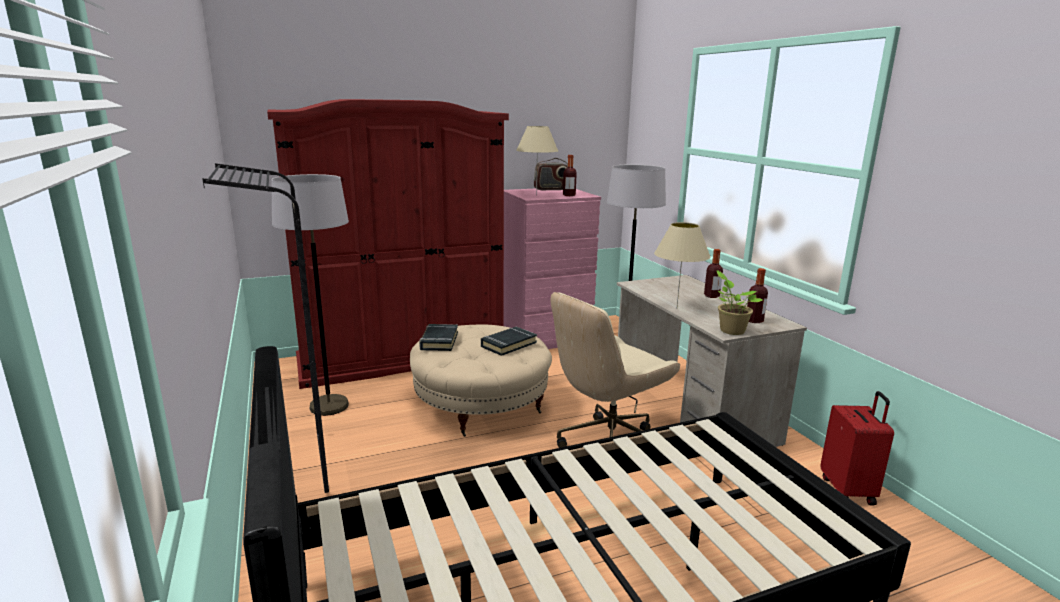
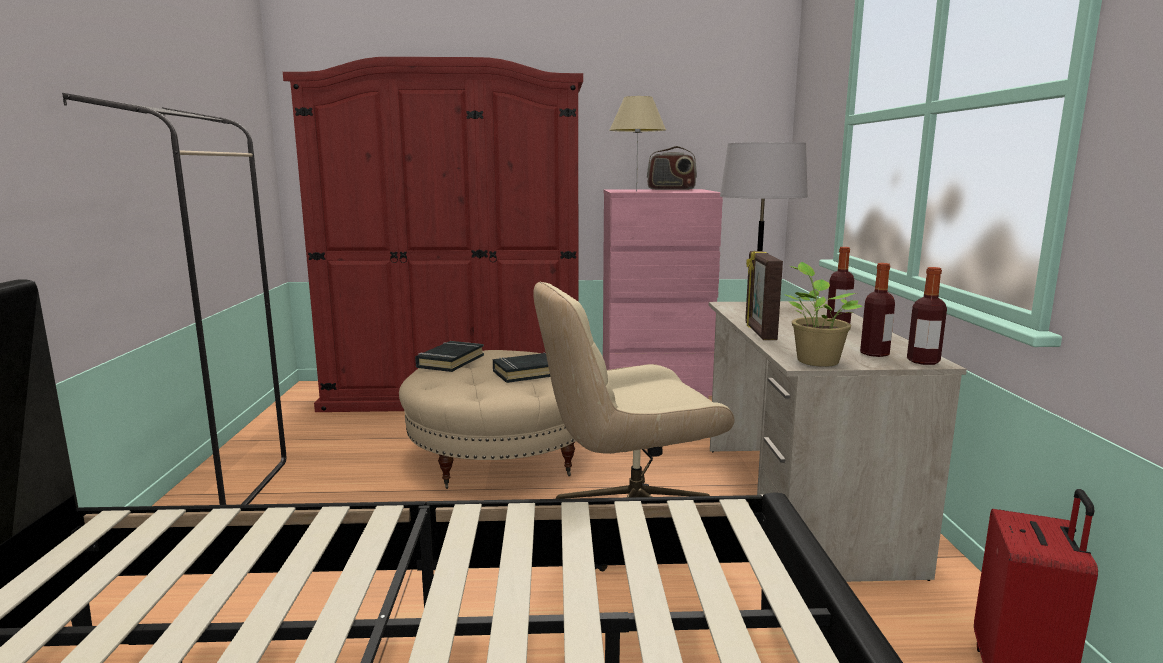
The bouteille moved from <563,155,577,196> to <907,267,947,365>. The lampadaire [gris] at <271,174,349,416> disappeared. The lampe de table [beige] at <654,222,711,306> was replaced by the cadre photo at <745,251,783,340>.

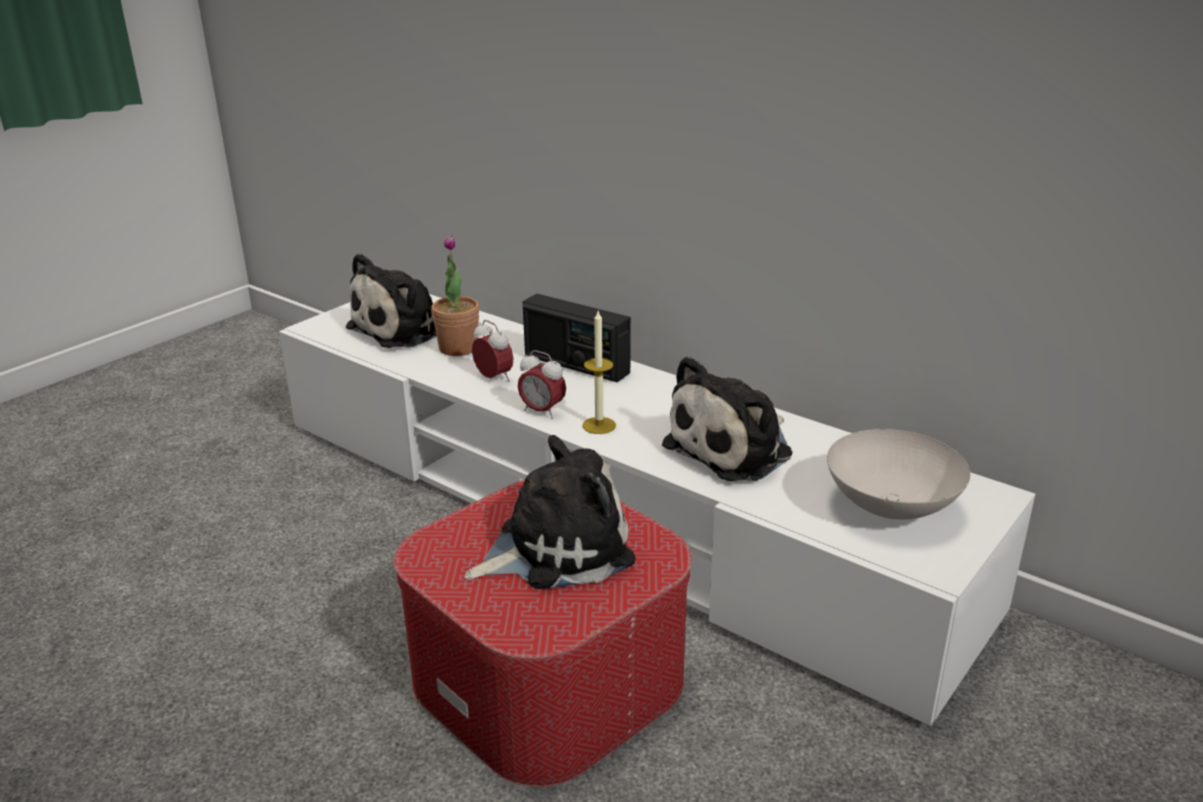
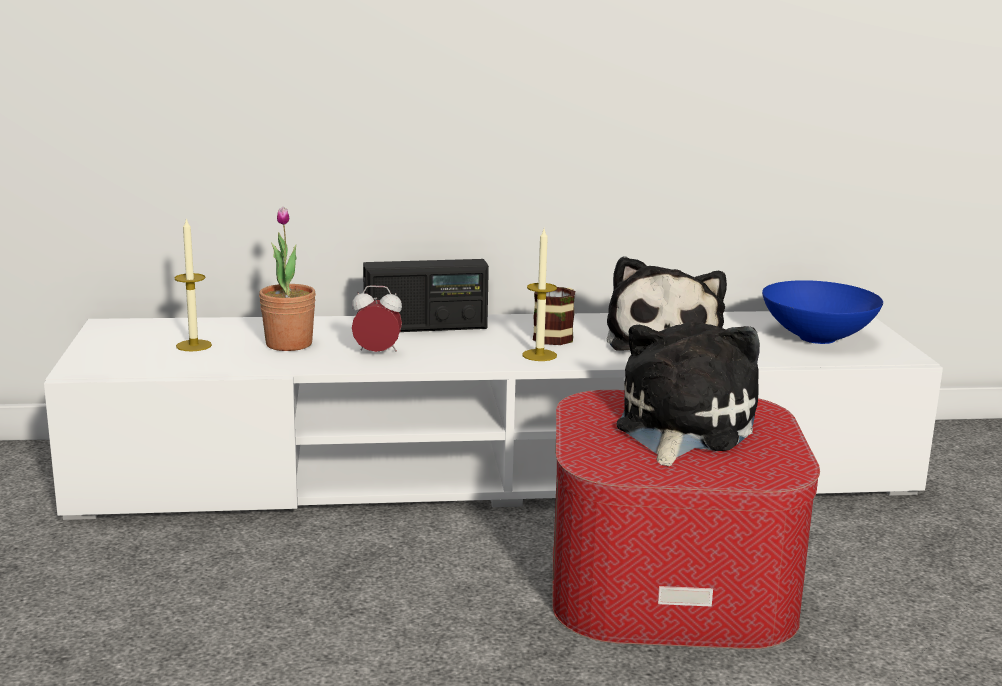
The peluche at <346,253,437,348> was replaced by the bougie at <174,218,212,351>. The réveil at <518,350,566,419> disappeared. The bol [blanc] at <827,429,970,520> became the bol [bleu] at <762,280,883,344>. The mug at <533,287,575,345> appeared.

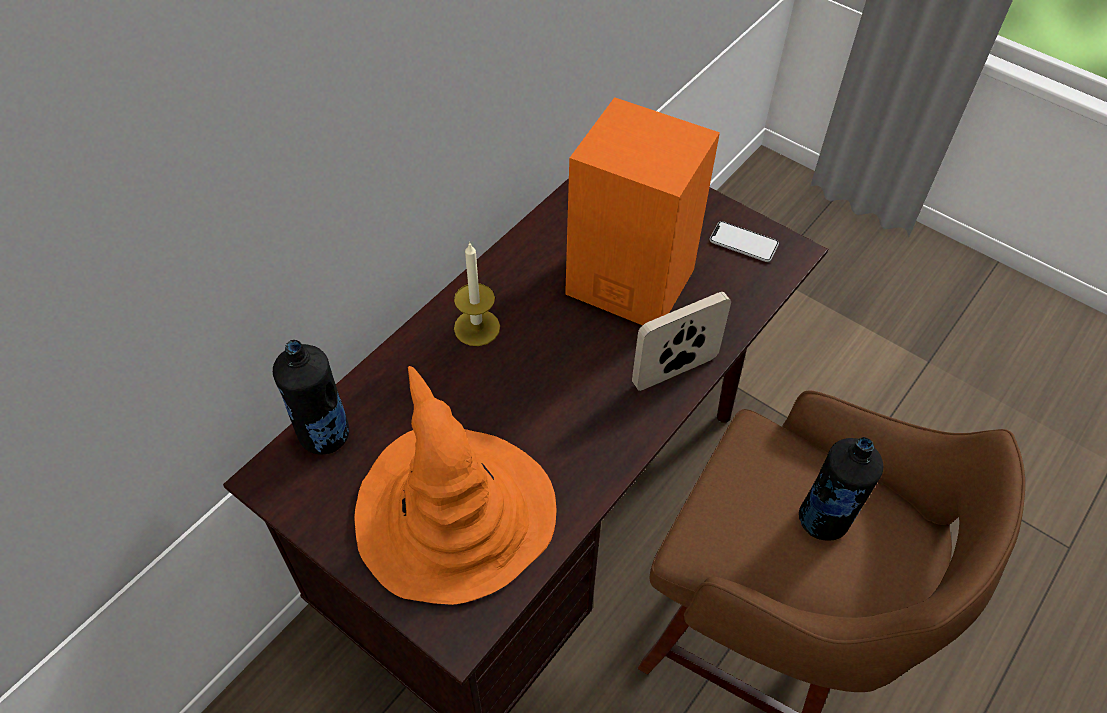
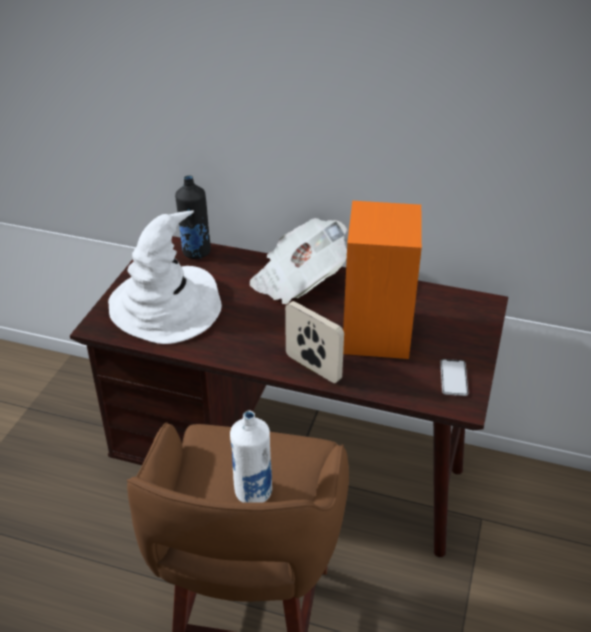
The bougie at <454,242,500,346> was replaced by the journal at <250,218,347,304>. The chapeau [orange] at <354,366,557,605> became the chapeau [blanc] at <108,211,222,344>. The bouteille [noir] at <799,437,883,541> became the bouteille [blanc] at <230,410,272,503>.

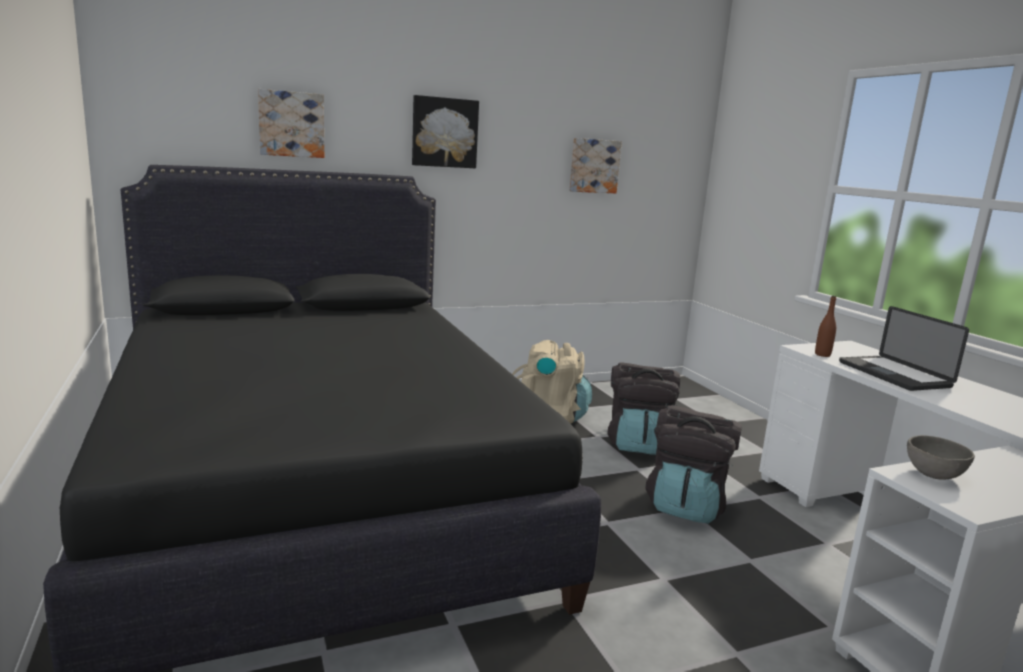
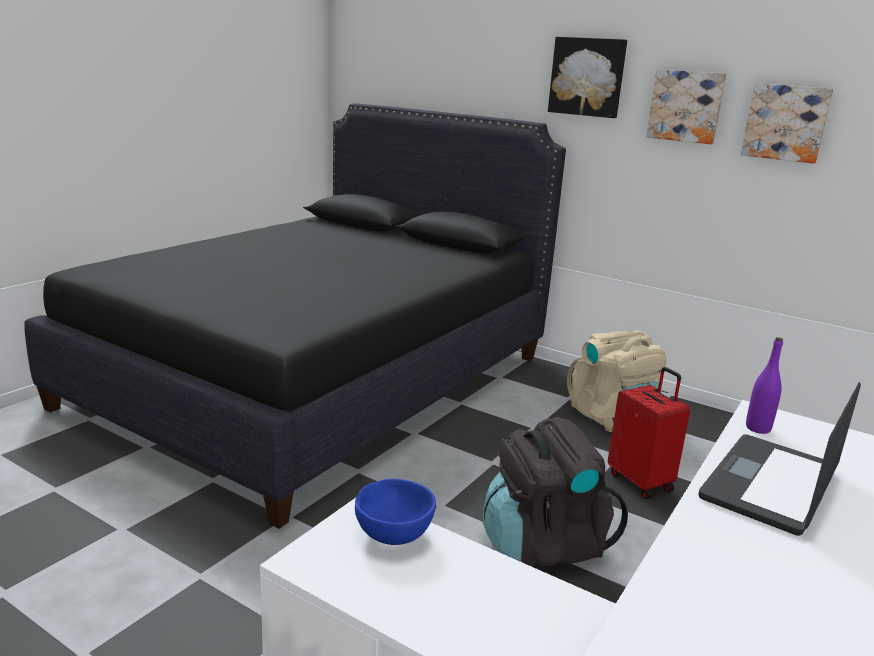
The tableau moved from <258,89,324,158> to <646,69,726,144>. The bouteille [marron] at <815,296,836,357> became the bouteille [violet] at <746,337,783,434>. The sac à dos [noir] at <607,362,680,455> was replaced by the valise [rouge] at <608,367,690,499>. The bol [gris] at <907,435,975,480> became the bol [bleu] at <355,479,436,545>.

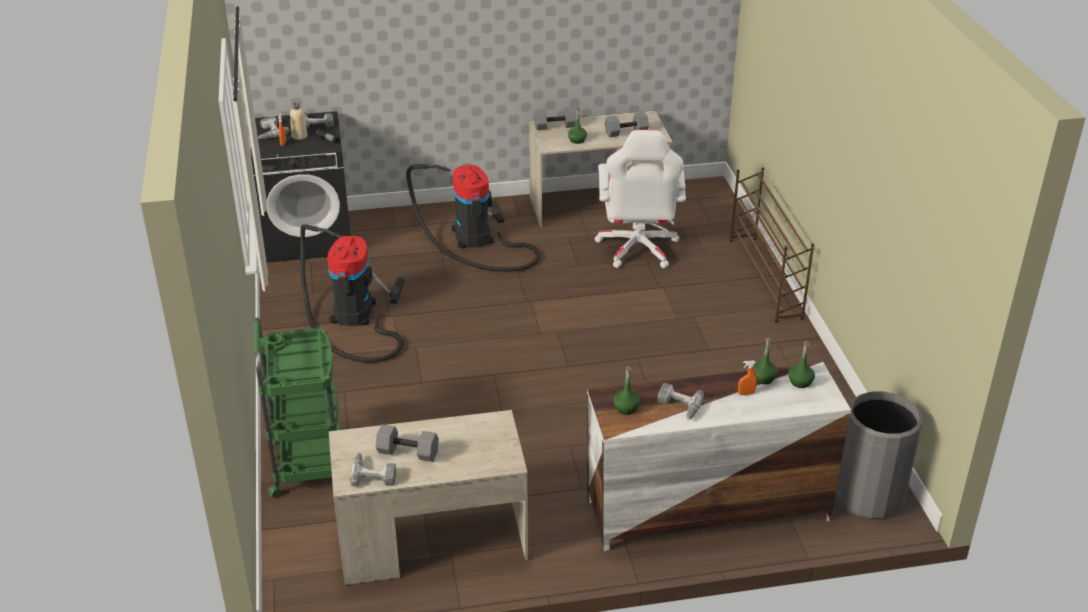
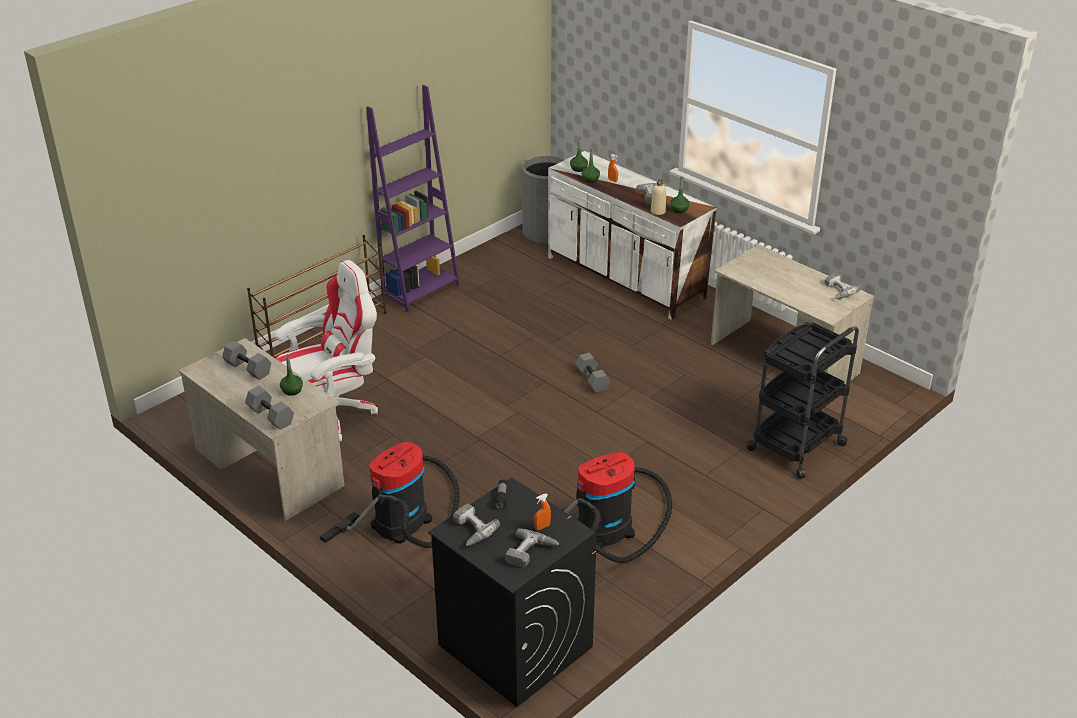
The bouteille [beige] moved from <290,103,307,140> to <651,179,666,215>. The chariot [vert] at <254,317,345,498> became the chariot [noir] at <747,322,859,479>. The haltère [gris] moved from <376,424,439,462> to <575,353,611,393>. The bibliothèque [violet] at <366,85,460,313> appeared.

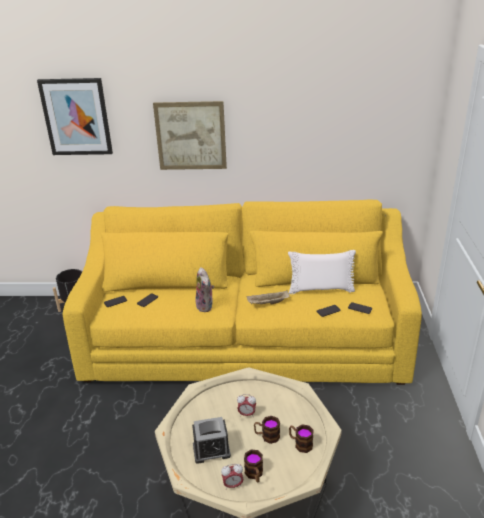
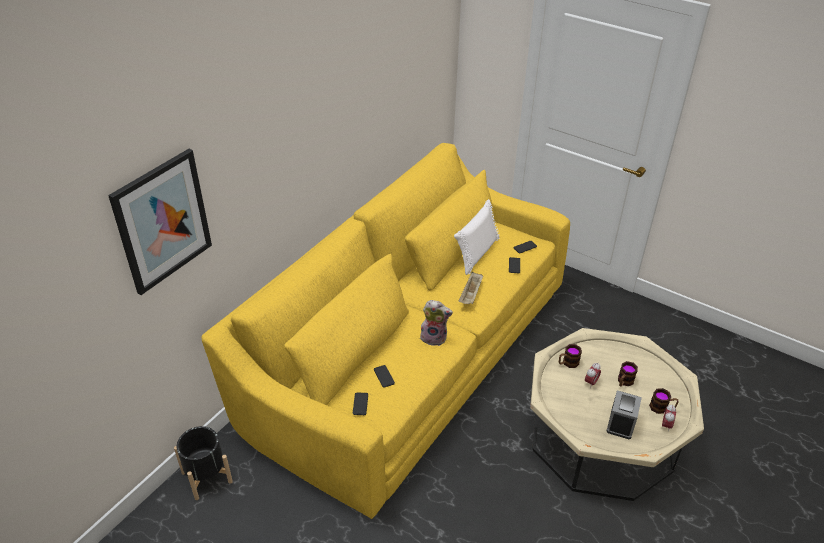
The tableau at <153,101,227,170> disappeared. The mug moved from <289,425,314,453> to <559,344,582,368>.

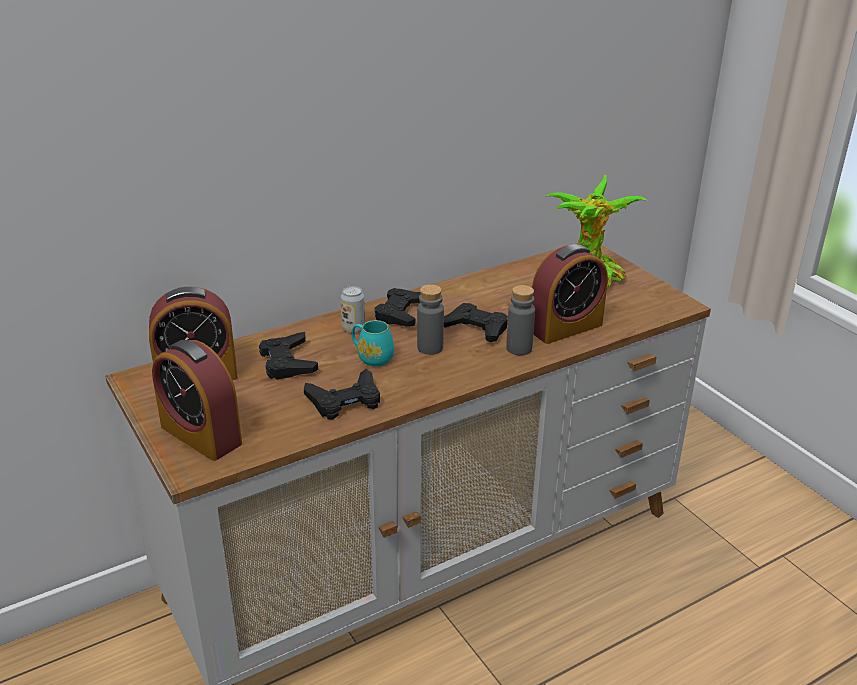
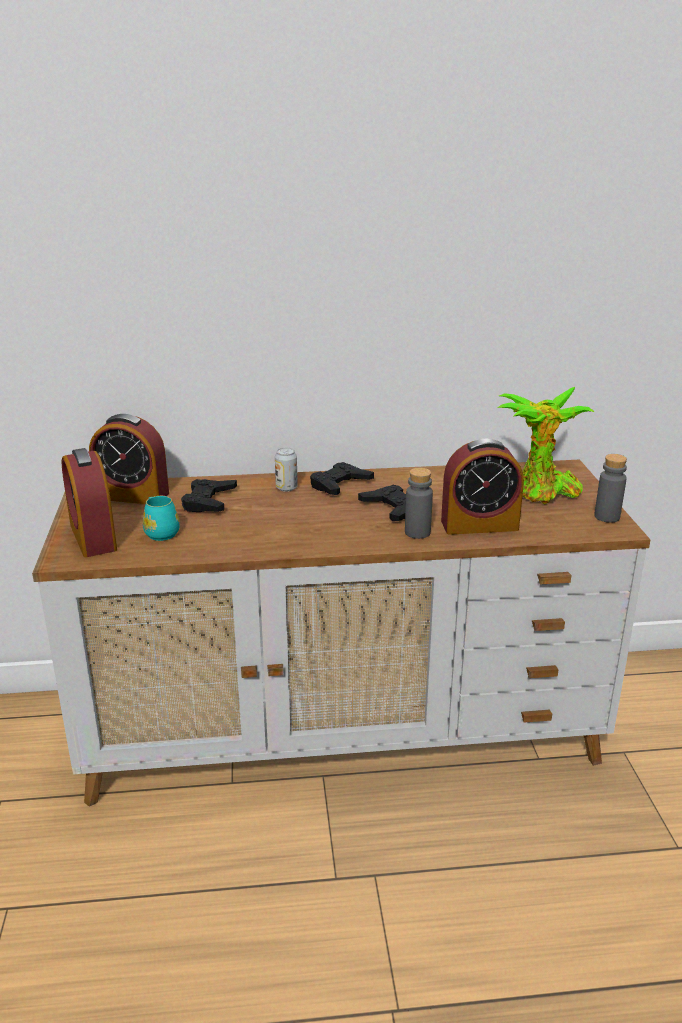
The bouteille [gris] moved from <417,284,444,355> to <594,454,627,523>. The mug [turquoise] moved from <352,320,394,367> to <143,496,180,541>. The manette [noir] at <304,369,380,419> disappeared.

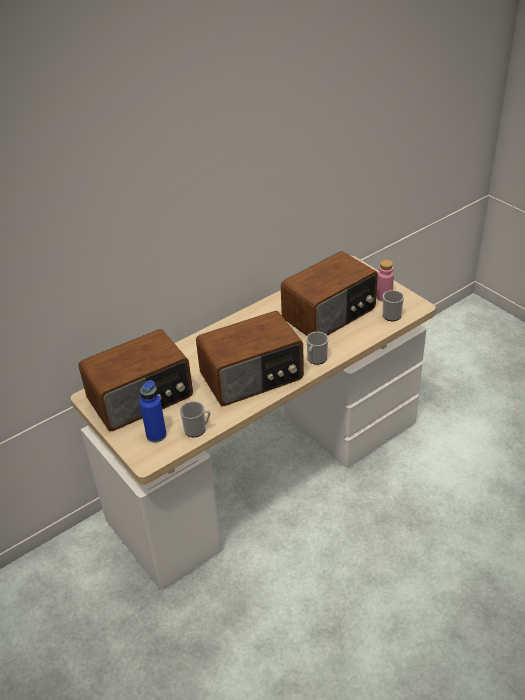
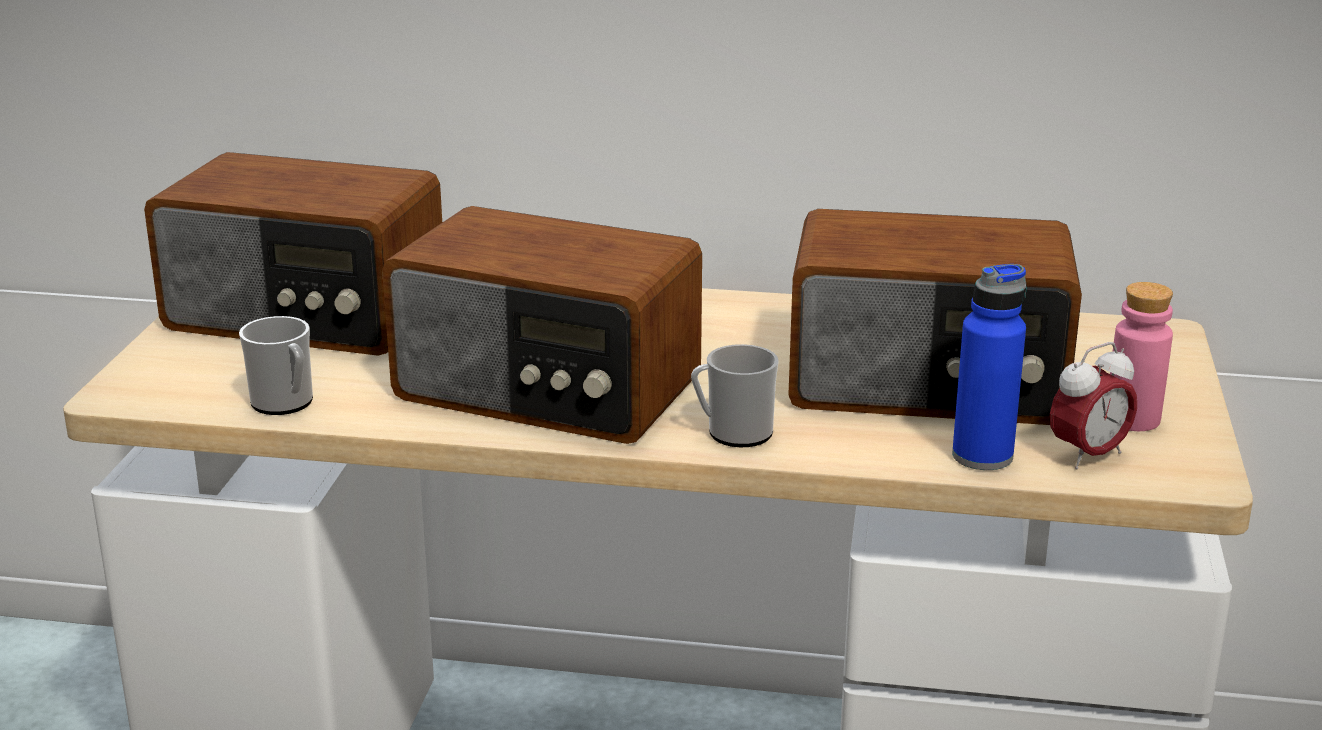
The mug at <382,290,404,321> was replaced by the réveil at <1050,342,1137,470>. The bouteille [bleu] moved from <140,380,167,443> to <952,264,1027,470>.

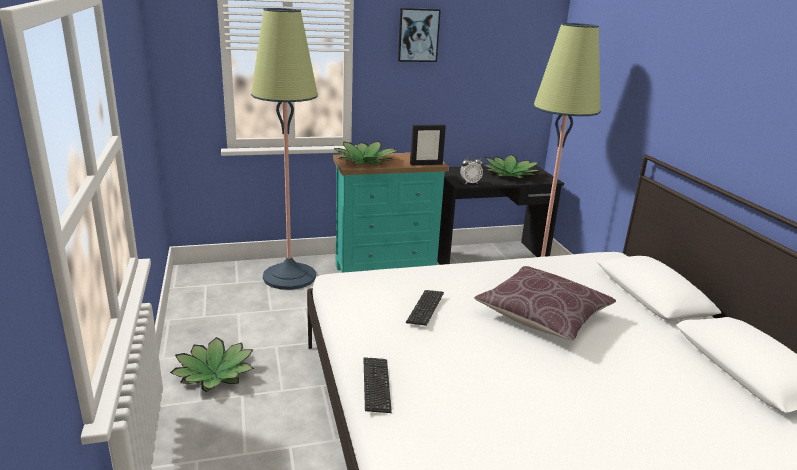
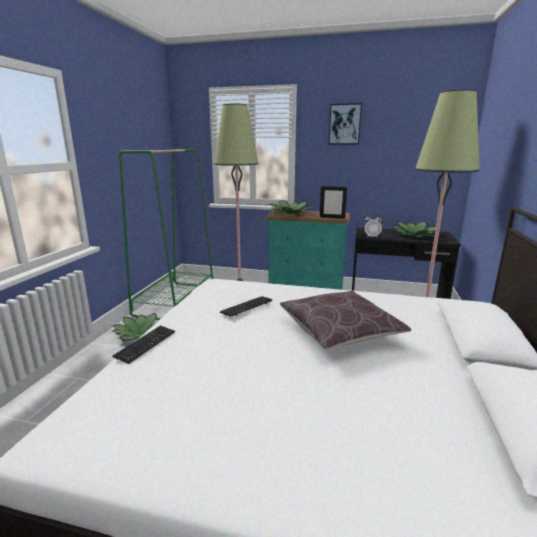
The portant [vert] at <119,149,213,320> appeared.

